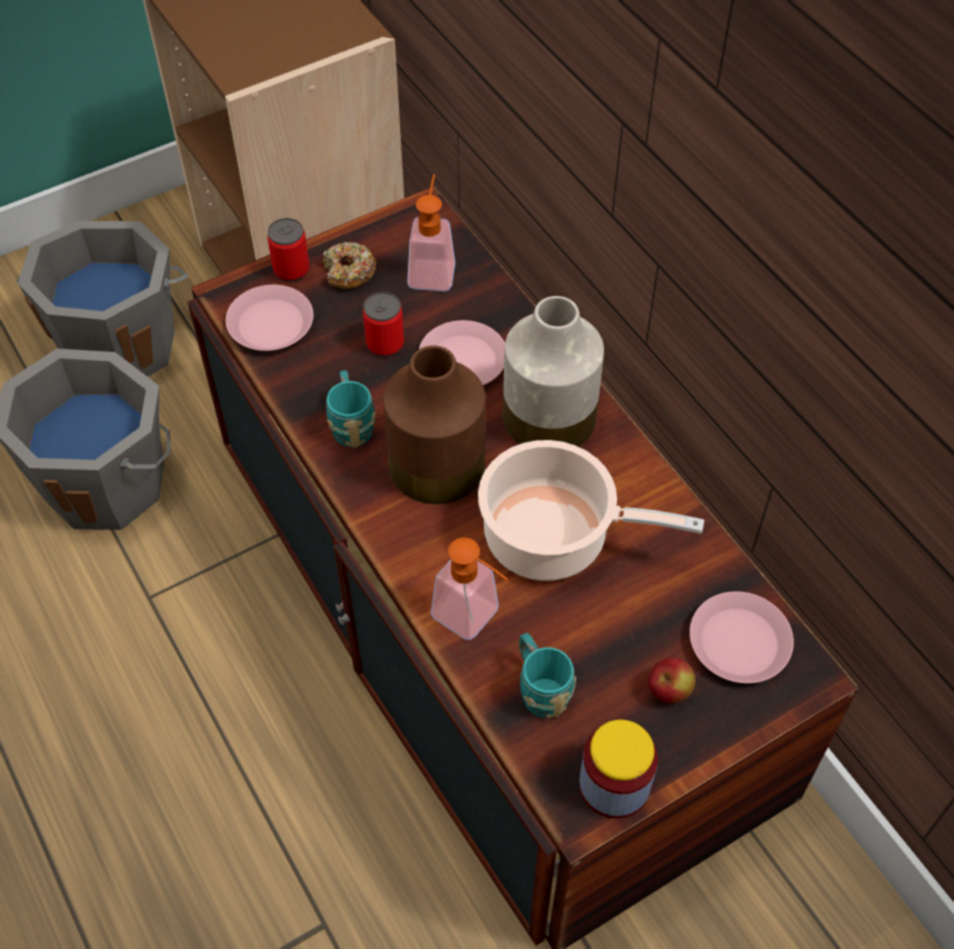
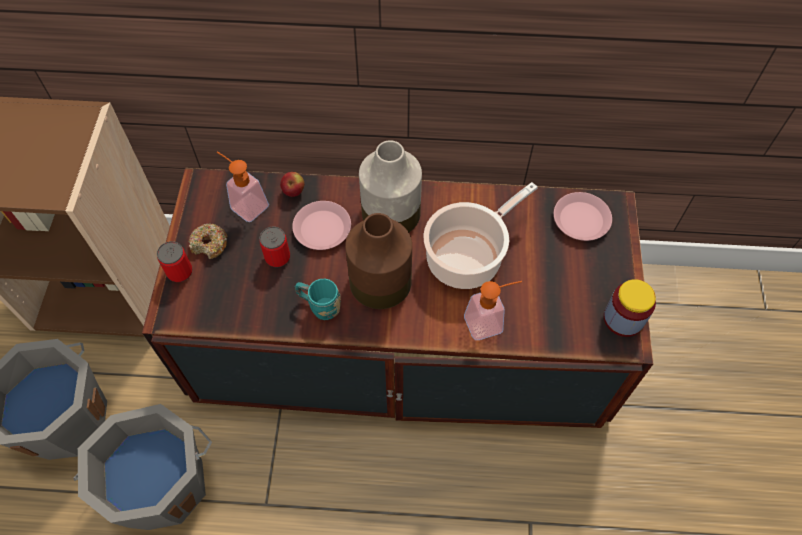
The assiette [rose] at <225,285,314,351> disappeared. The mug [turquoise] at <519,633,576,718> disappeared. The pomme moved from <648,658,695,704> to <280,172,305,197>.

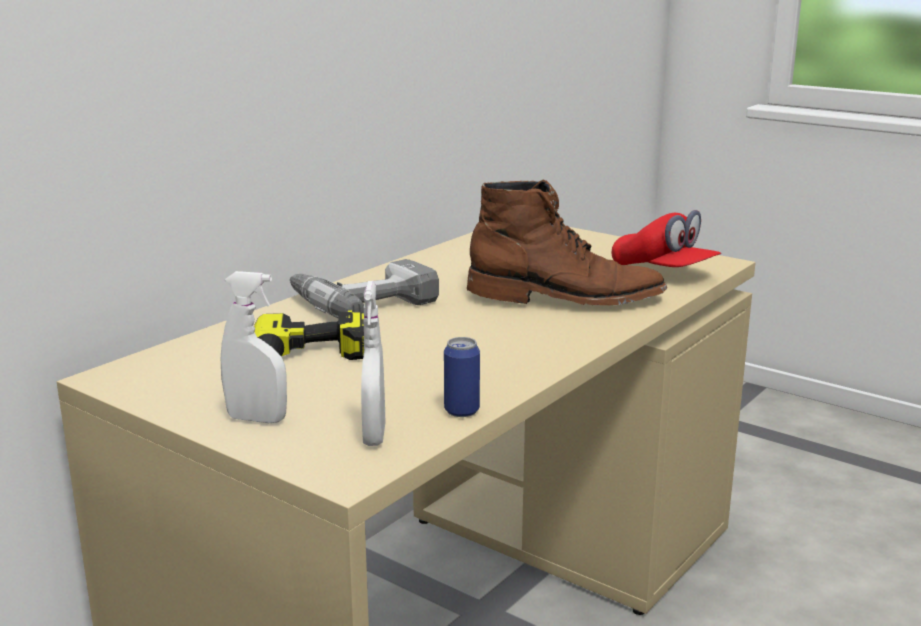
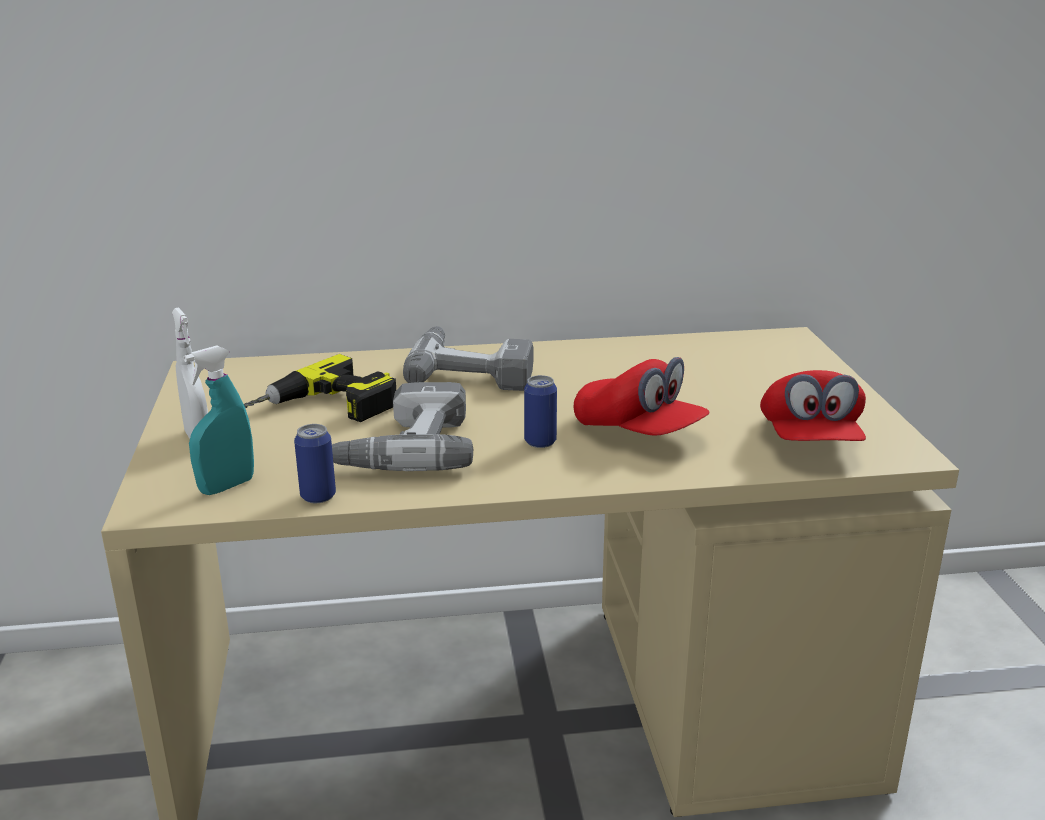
The botte [marron] at <467,180,667,305> was replaced by the casquette [rouge] at <574,357,710,436>. The vaporisateur [blanc] at <361,281,385,446> became the vaporisateur [turquoise] at <183,346,254,495>. The boîte métallique at <524,375,557,448> appeared. The perceuse at <332,382,473,471> appeared.

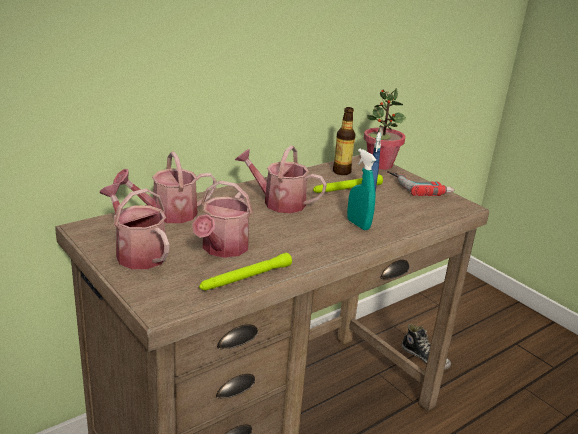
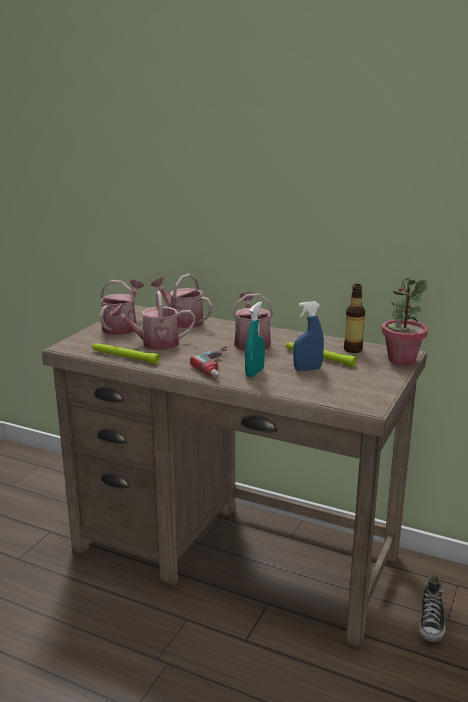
The perceuse moved from <387,171,454,196> to <190,346,227,377>.

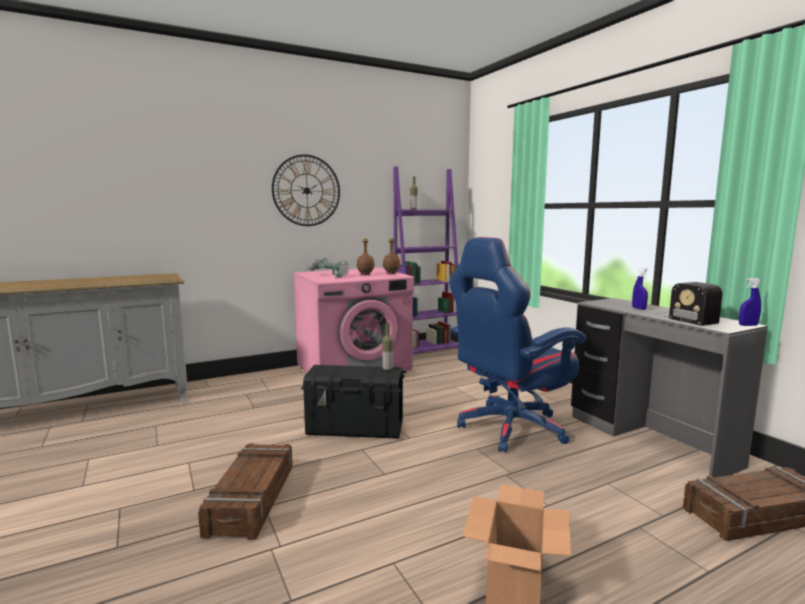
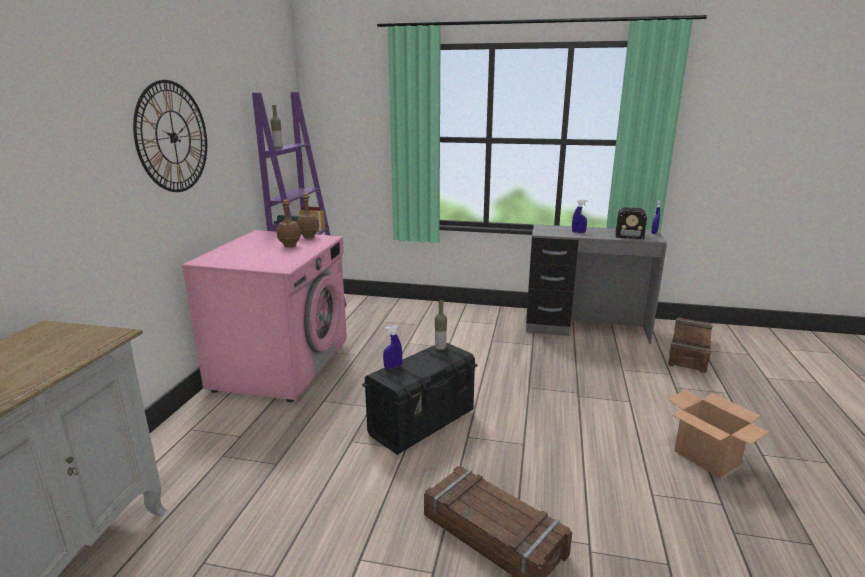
The chaise de bureau [bleu] at <449,237,586,453> disappeared. The perceuse at <306,257,349,278> disappeared. The vaporisateur [bleu] at <383,325,402,369> appeared.

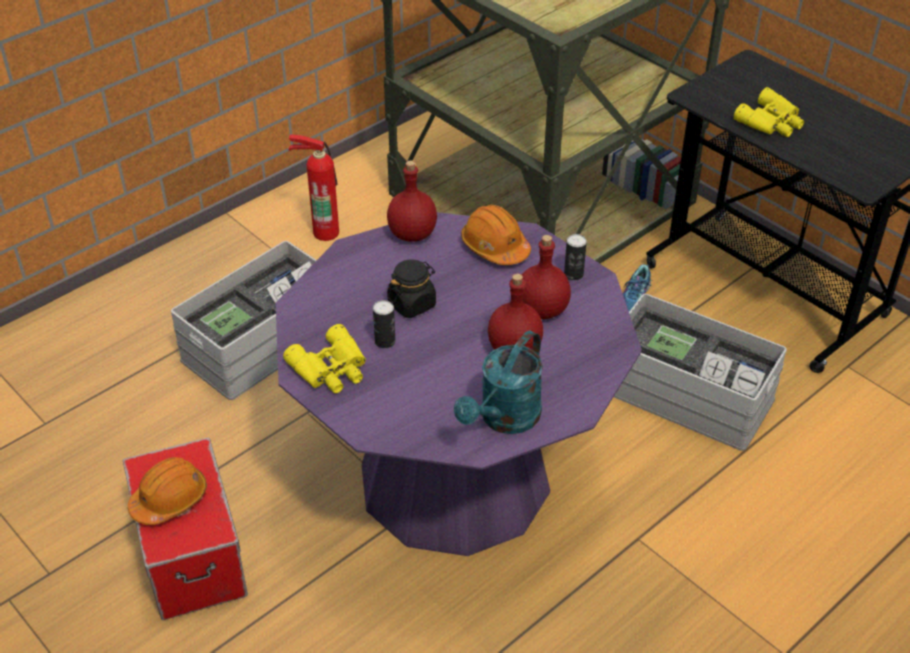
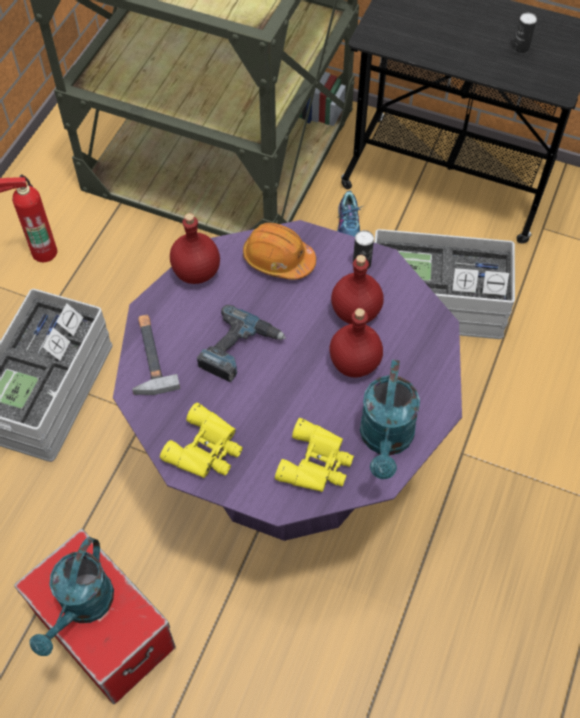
The jumelles [jaune] moved from <734,87,804,137> to <275,418,354,492>. The bocal [noir] at <387,259,436,318> was replaced by the perceuse at <197,305,286,382>. The boîte métallique moved from <373,300,395,348> to <513,12,537,54>. The casque de chantier [orange] at <128,457,207,525> was replaced by the arrosoir [turquoise] at <29,537,114,656>. The marteau at <132,315,180,395> appeared.

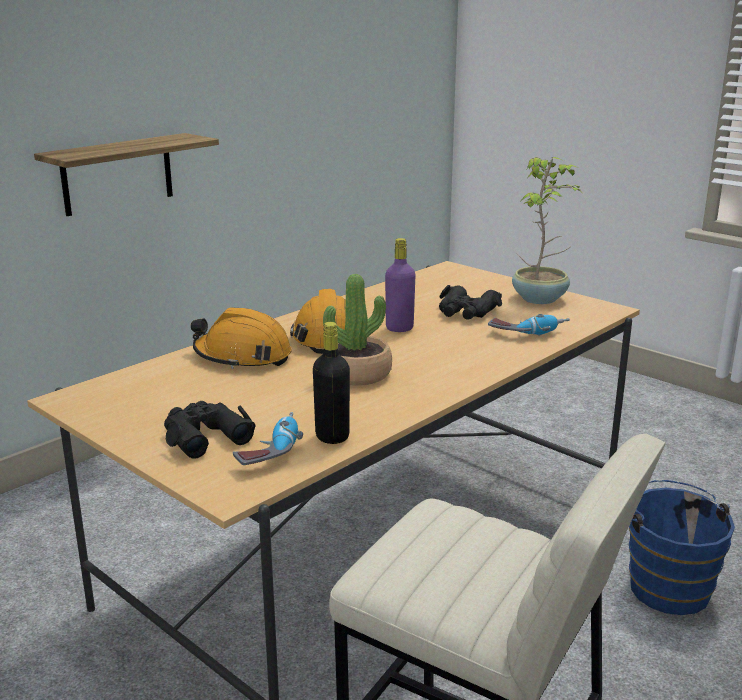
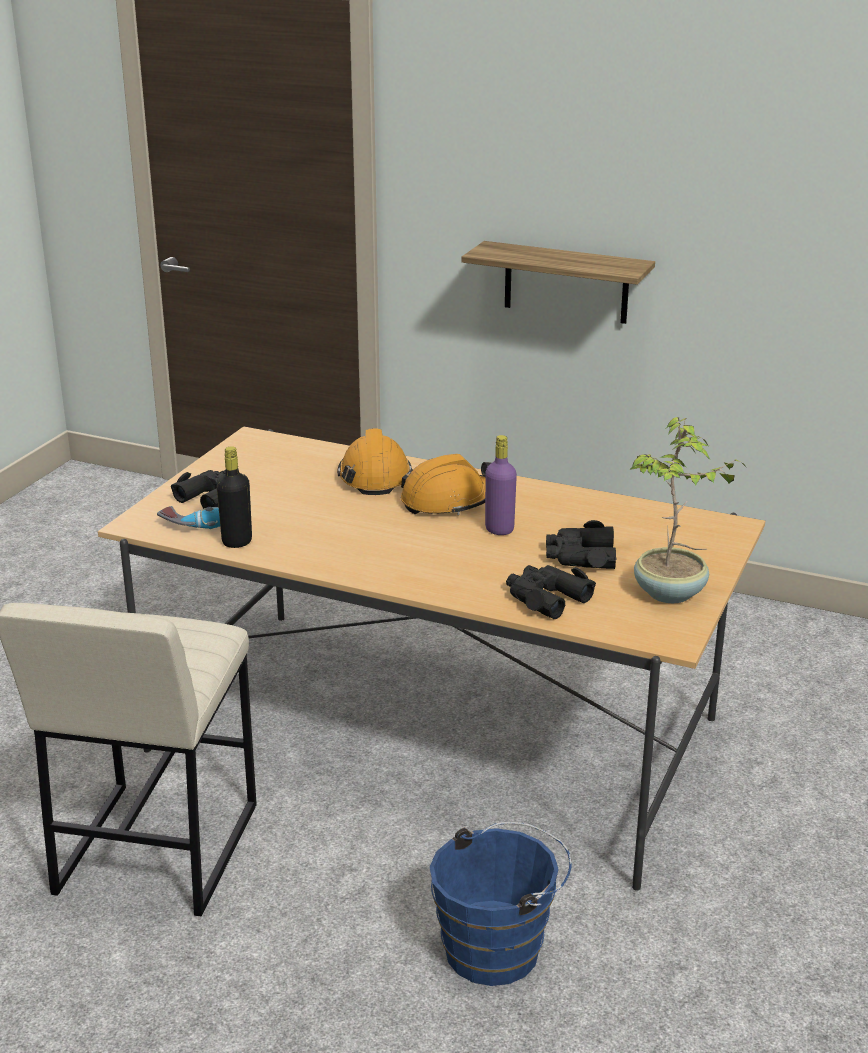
The plante en pot at <323,274,392,386> disappeared. The perceuse at <488,314,570,335> was replaced by the jumelles [noir] at <506,565,596,619>.

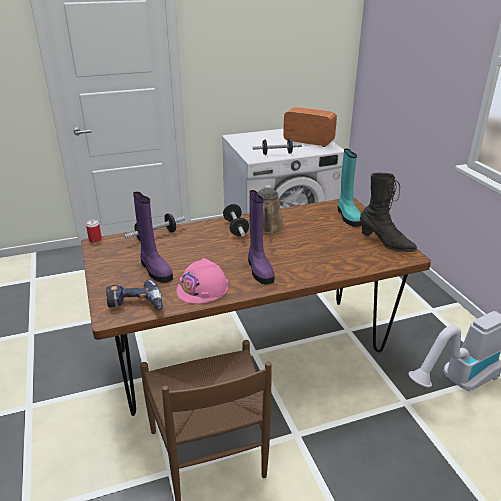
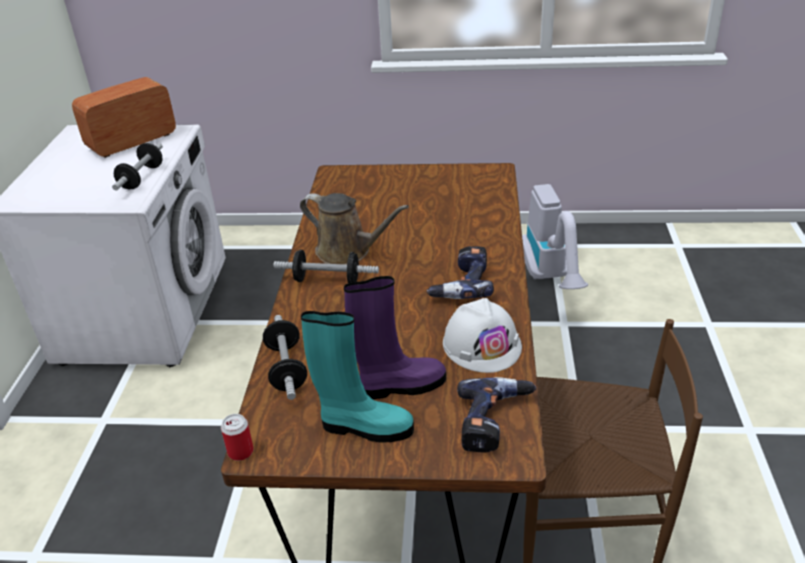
The botte [turquoise] moved from <338,149,361,227> to <301,311,414,442>. The botte [noir] at <360,173,417,252> disappeared. The botte [violet] at <248,190,275,285> was replaced by the perceuse at <427,246,494,299>. The casque de chantier [rose] at <176,258,228,304> became the casque de chantier [blanc] at <443,298,522,373>.

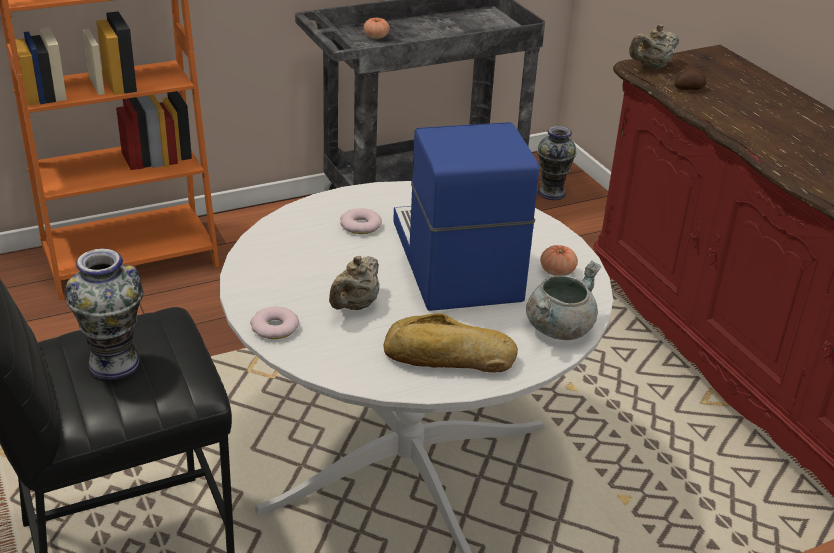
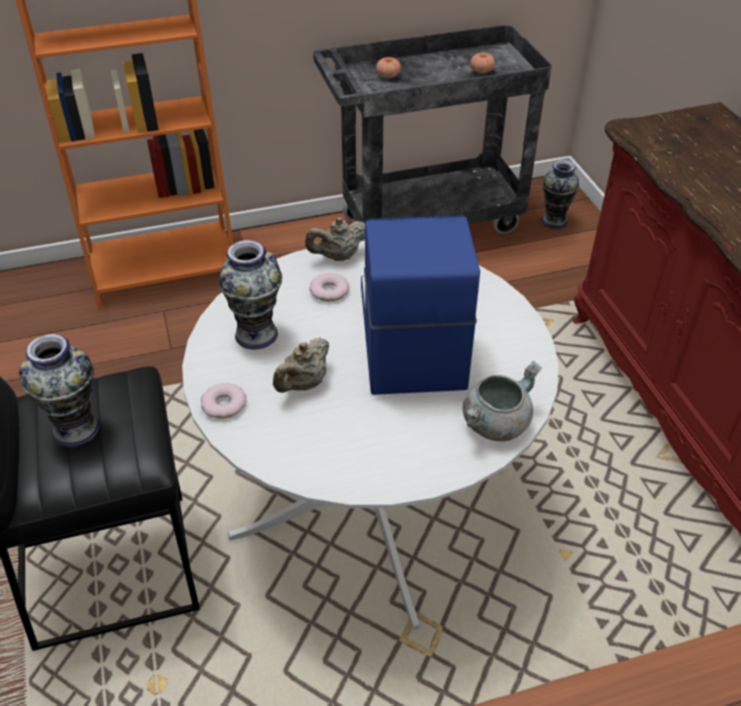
The théière [beige] moved from <629,24,679,69> to <305,217,365,261>. The pomme de terre at <674,68,707,90> disappeared. The tomate moved from <540,245,578,276> to <470,53,495,74>. The pain at <384,313,518,373> disappeared. The vase at <218,240,282,349> appeared.

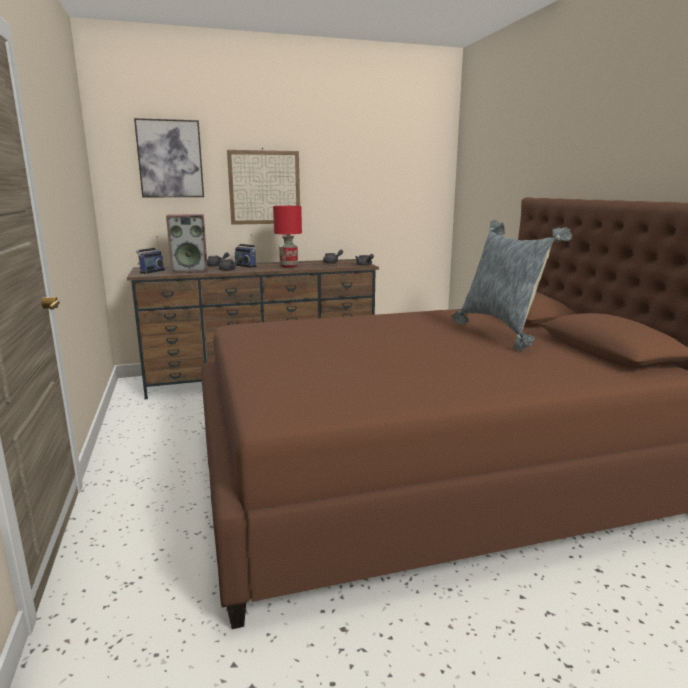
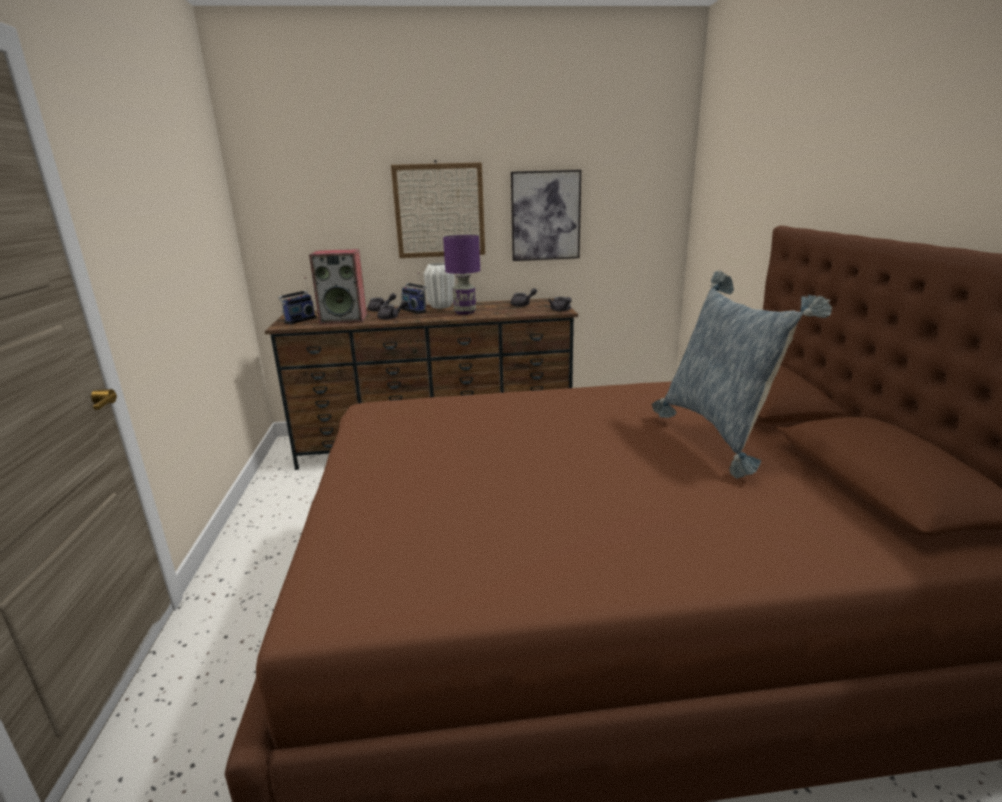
The tableau moved from <134,118,204,197> to <511,170,581,261>. The lampe de table [rouge] at <273,206,302,268> became the lampe de table [violet] at <443,235,480,315>. The vase [blanc] at <424,263,454,309> appeared.

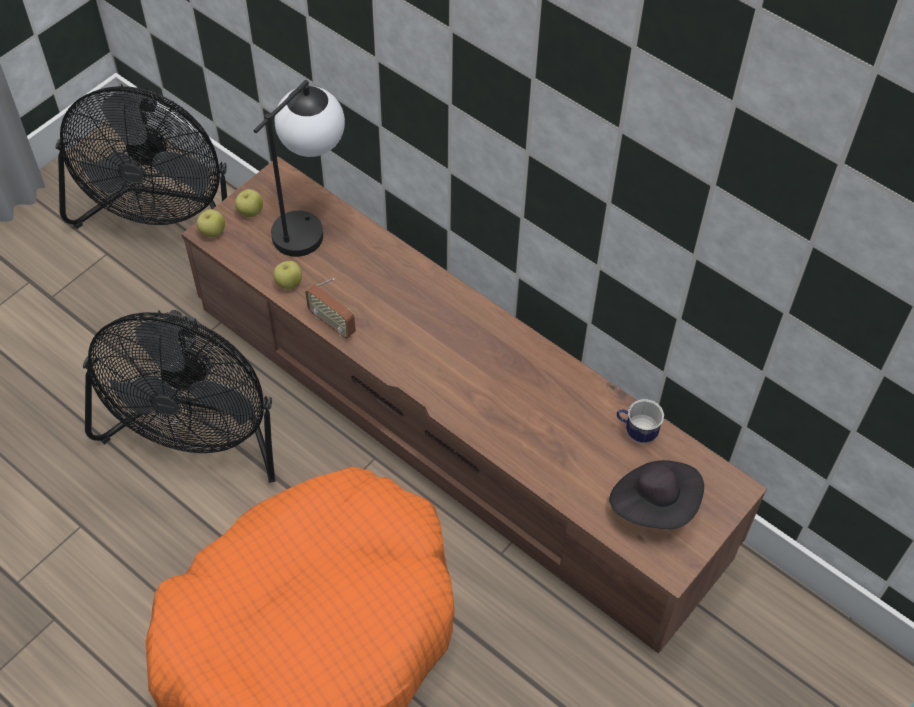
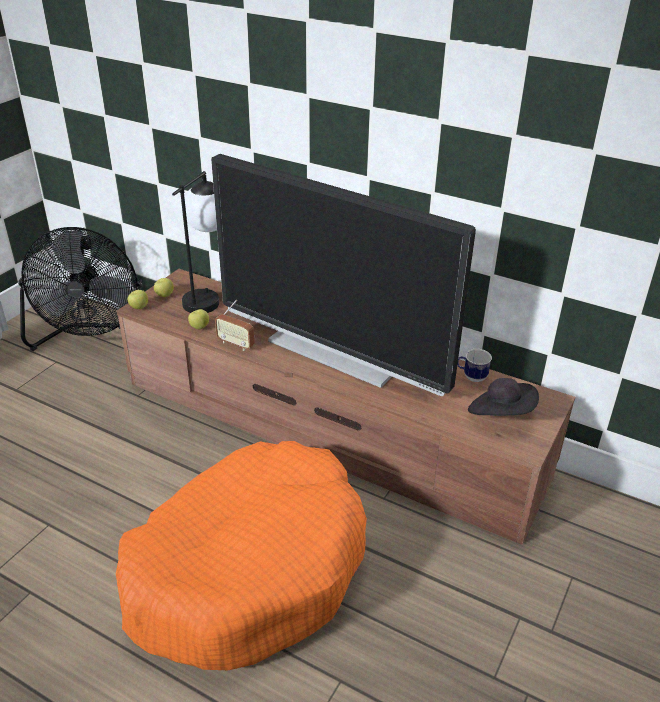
The ventilateur [noir] at <83,310,276,483> disappeared. The téléviseur at <211,154,476,396> appeared.

